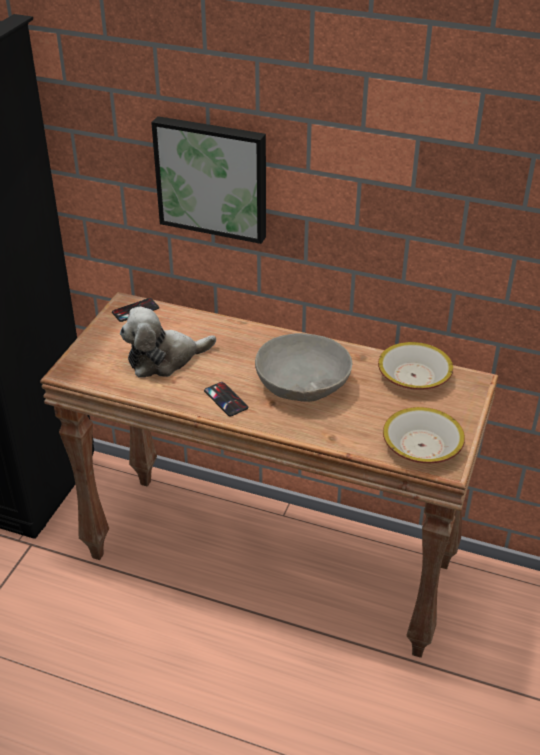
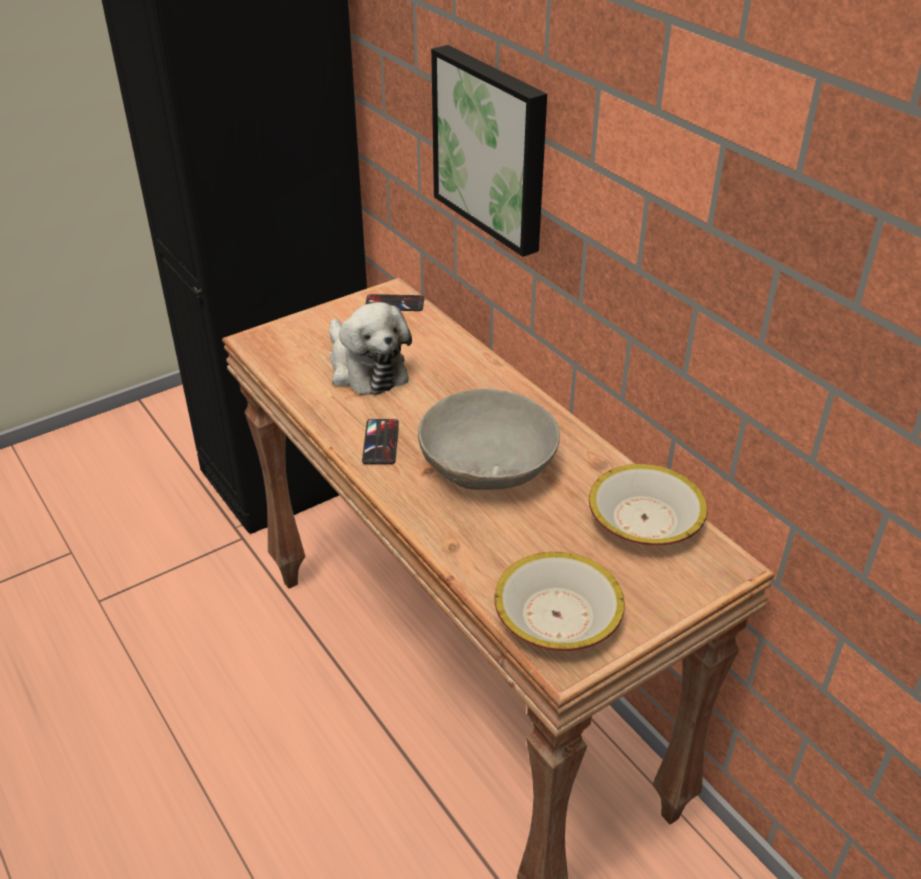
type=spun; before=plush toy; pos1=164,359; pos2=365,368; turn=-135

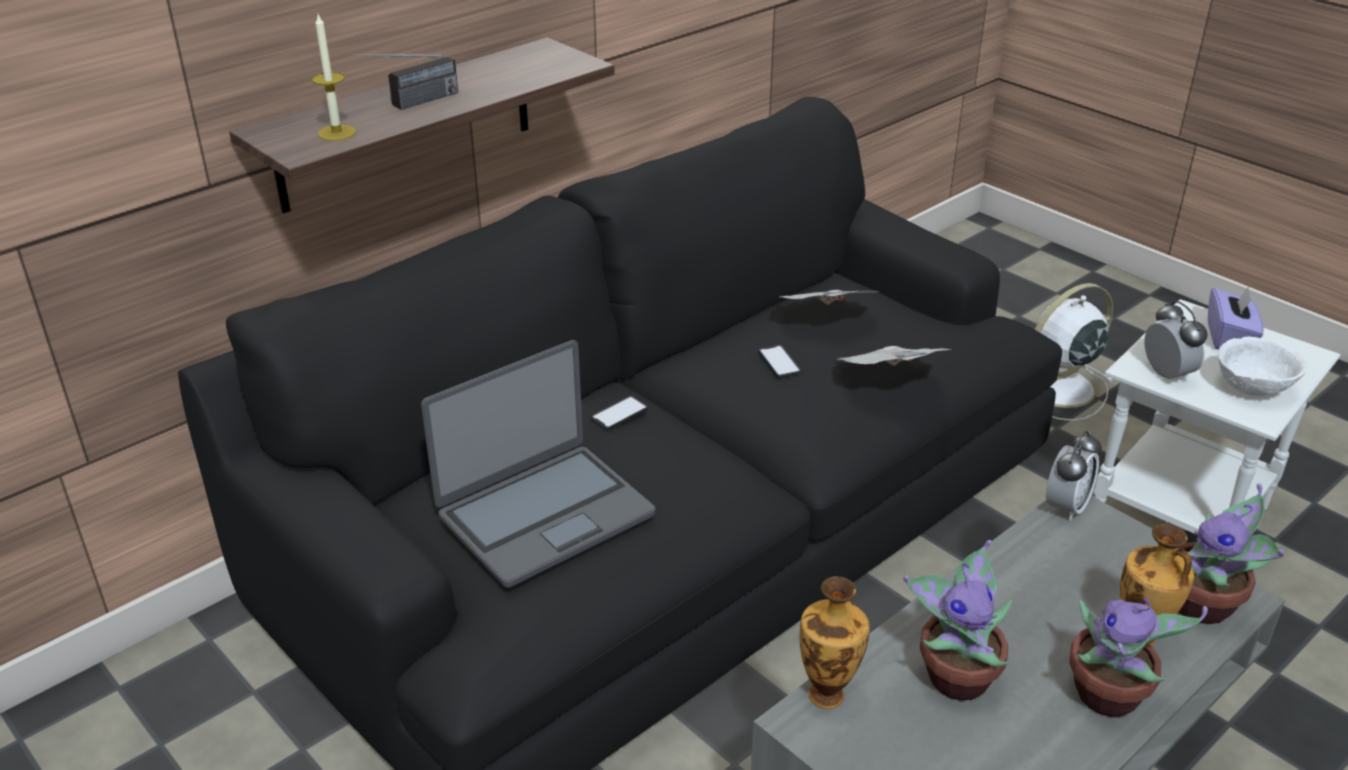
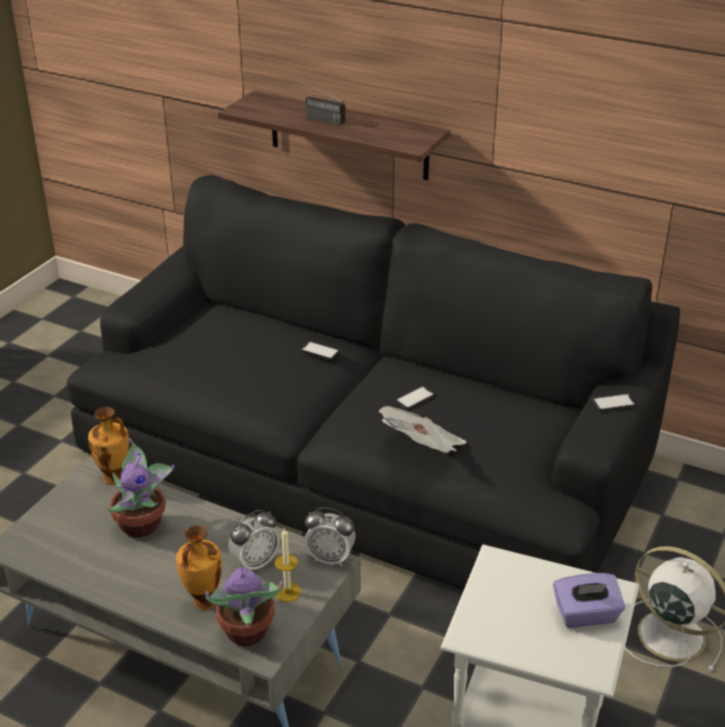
type=relocated; before=candle; pos1=337,133; pos2=287,592
type=missing; before=newspaper; pos1=825,318
type=relocated; before=alarm clock; pos1=1167,374; pos2=255,562
type=missing; before=bowl/white; pos1=1253,388
type=missing; before=laptop; pos1=544,515
type=missing; before=potted plant; pos1=1108,698
type=appeared; after=phone; pos2=613,403

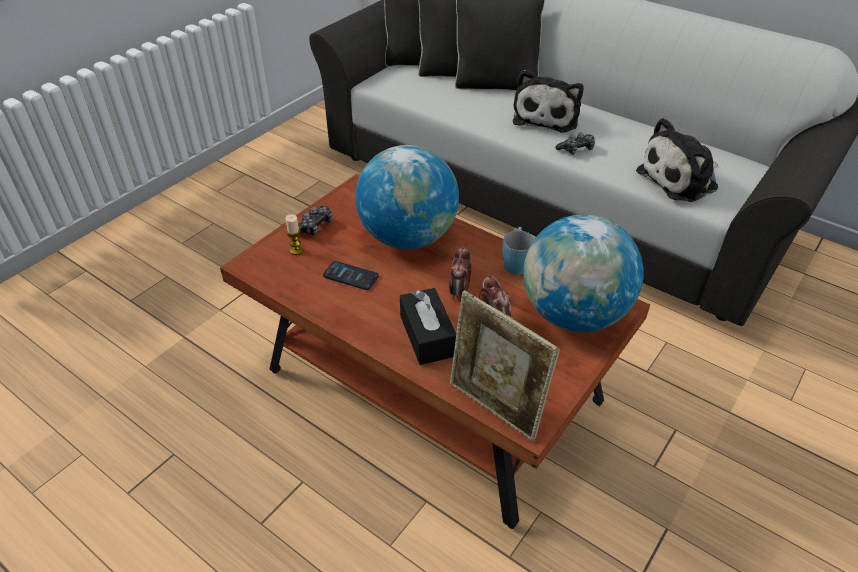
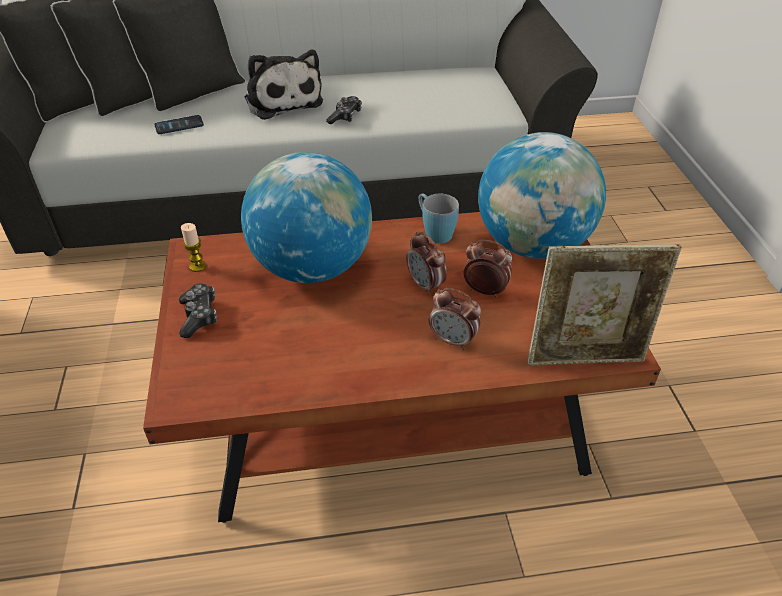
type=missing; before=plush toy; pos1=681,180
type=relocated; before=candle; pos1=296,250; pos2=197,266
type=relocated; before=phone; pos1=351,276; pos2=179,125
type=exchanged; before=tissue box/black; after=alarm clock; pos1=427,336; pos2=453,340

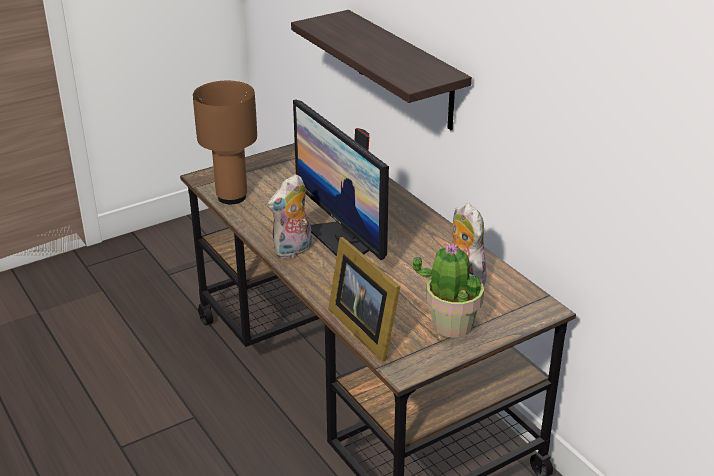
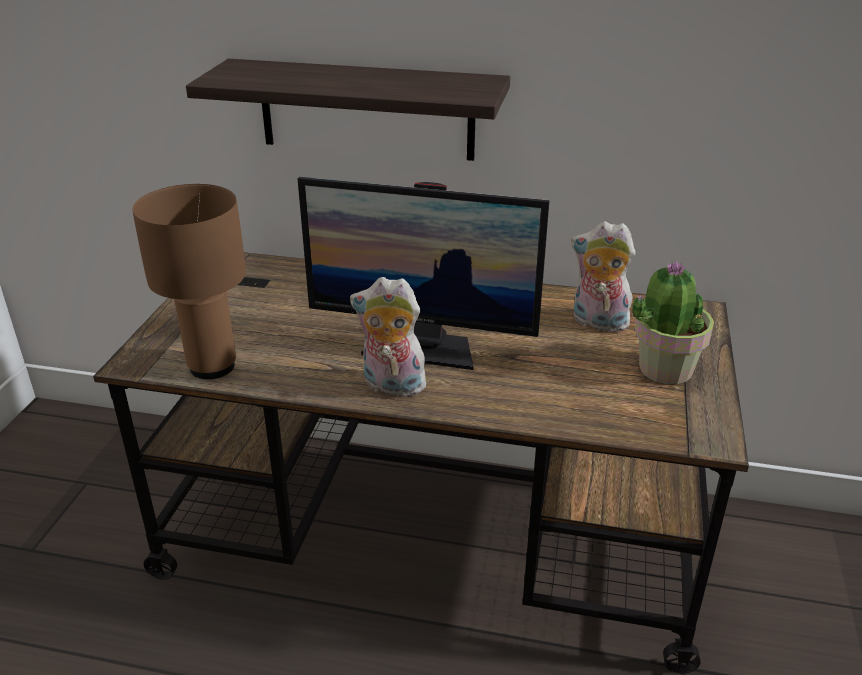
type=spun; before=plush toy; pos1=293,250; pos2=391,386; turn=105
type=missing; before=picture frame; pos1=365,328

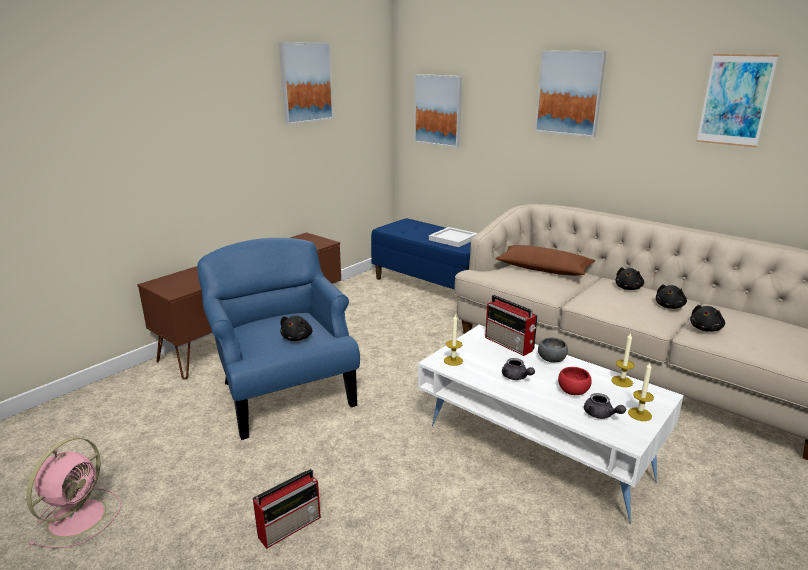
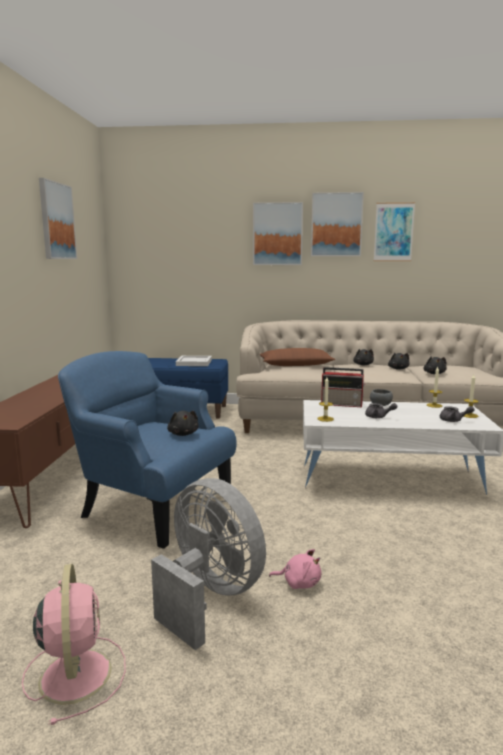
type=relocated; before=picture; pos1=438,110; pos2=336,225
type=missing; before=bowl/red; pos1=573,391
type=exchanged; before=radio; after=plush toy/pink; pos1=290,526; pos2=299,582
type=appeared; after=fan/grey; pos2=209,596

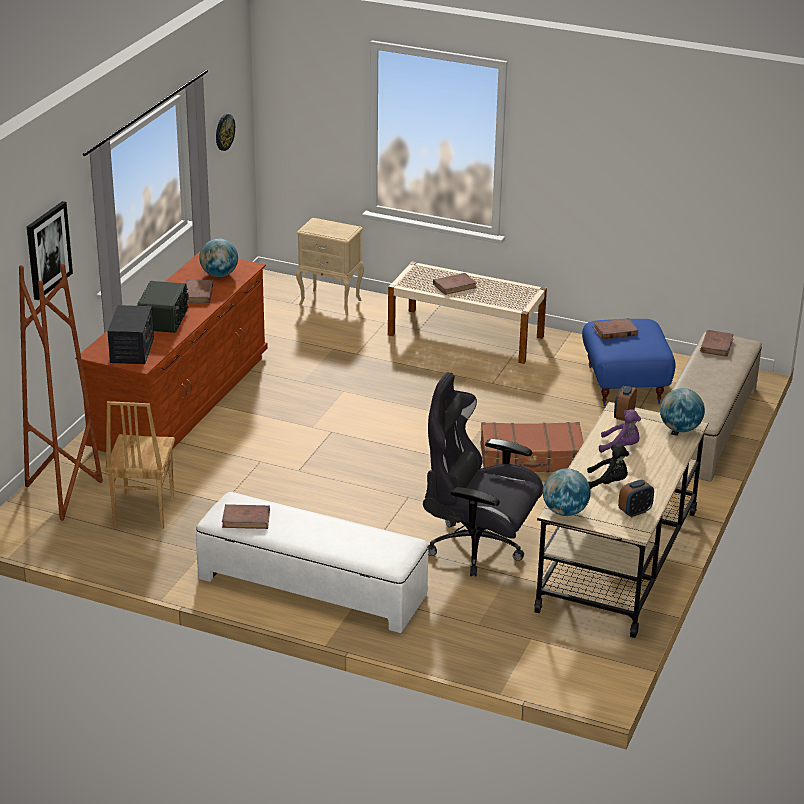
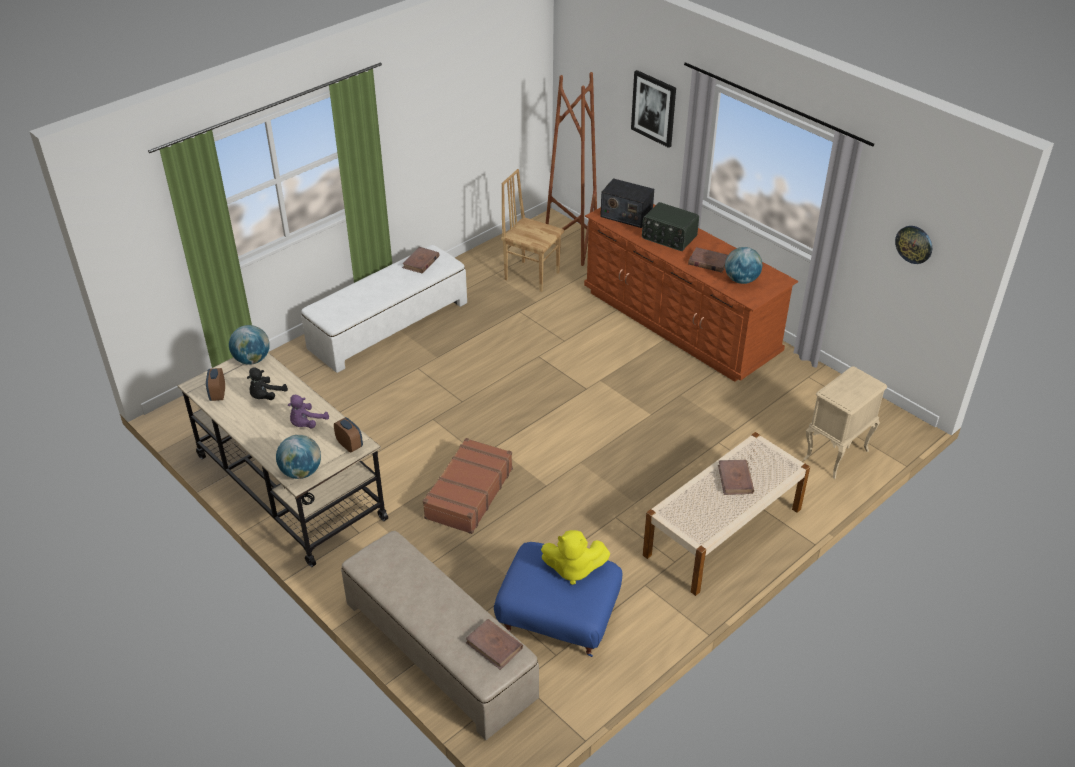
type=exchanged; before=book/brown; after=plush toy/yellow; pos1=615,331; pos2=573,569
type=missing; before=office chair/black; pos1=481,549

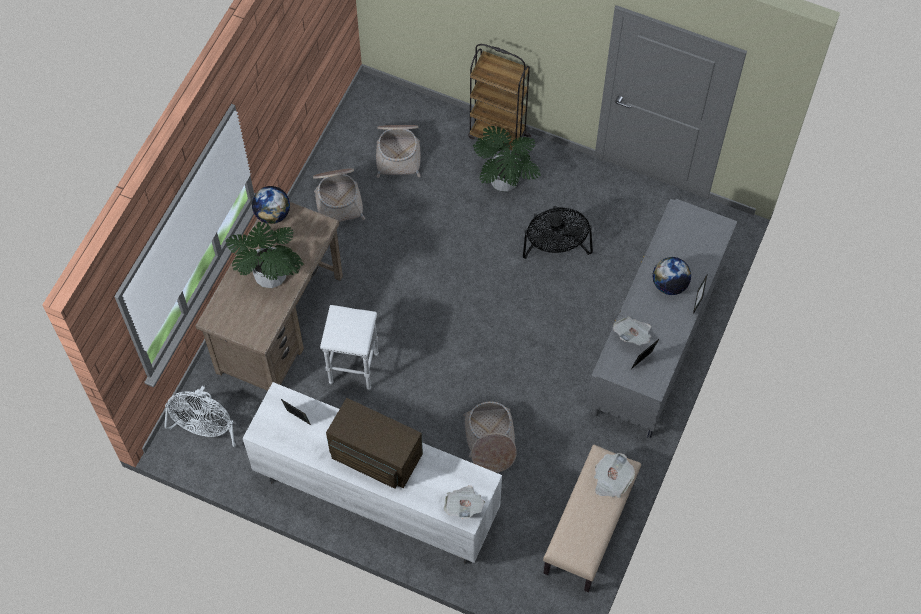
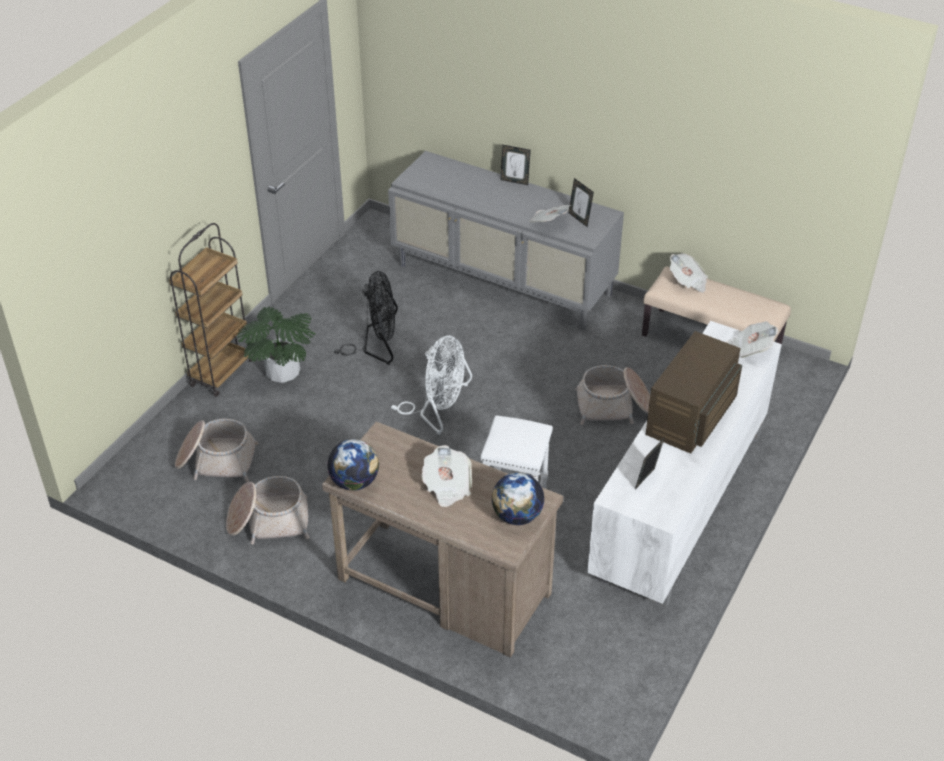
type=exchanged; before=potted plant; after=newspaper; pos1=270,275; pos2=447,486
type=relocated; before=globe; pos1=669,284; pos2=517,516
type=relocated; before=fan/white; pos1=204,424; pos2=437,407

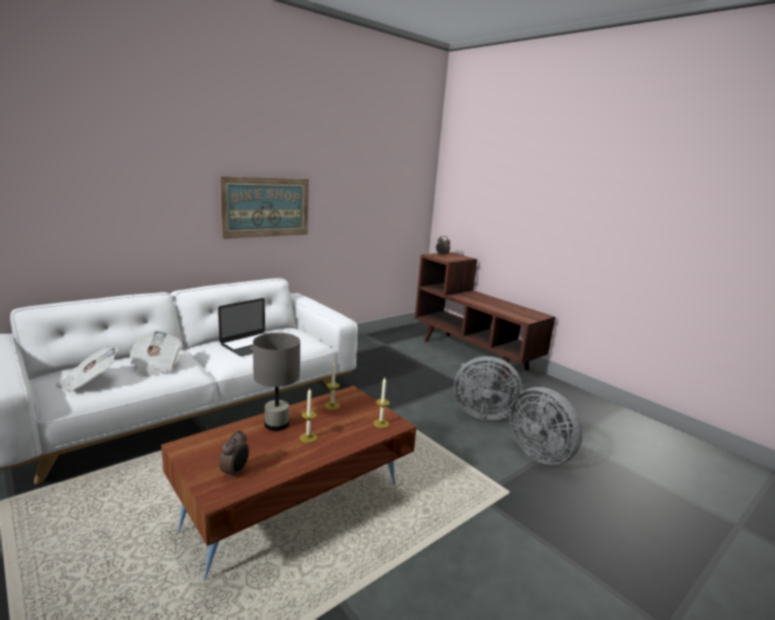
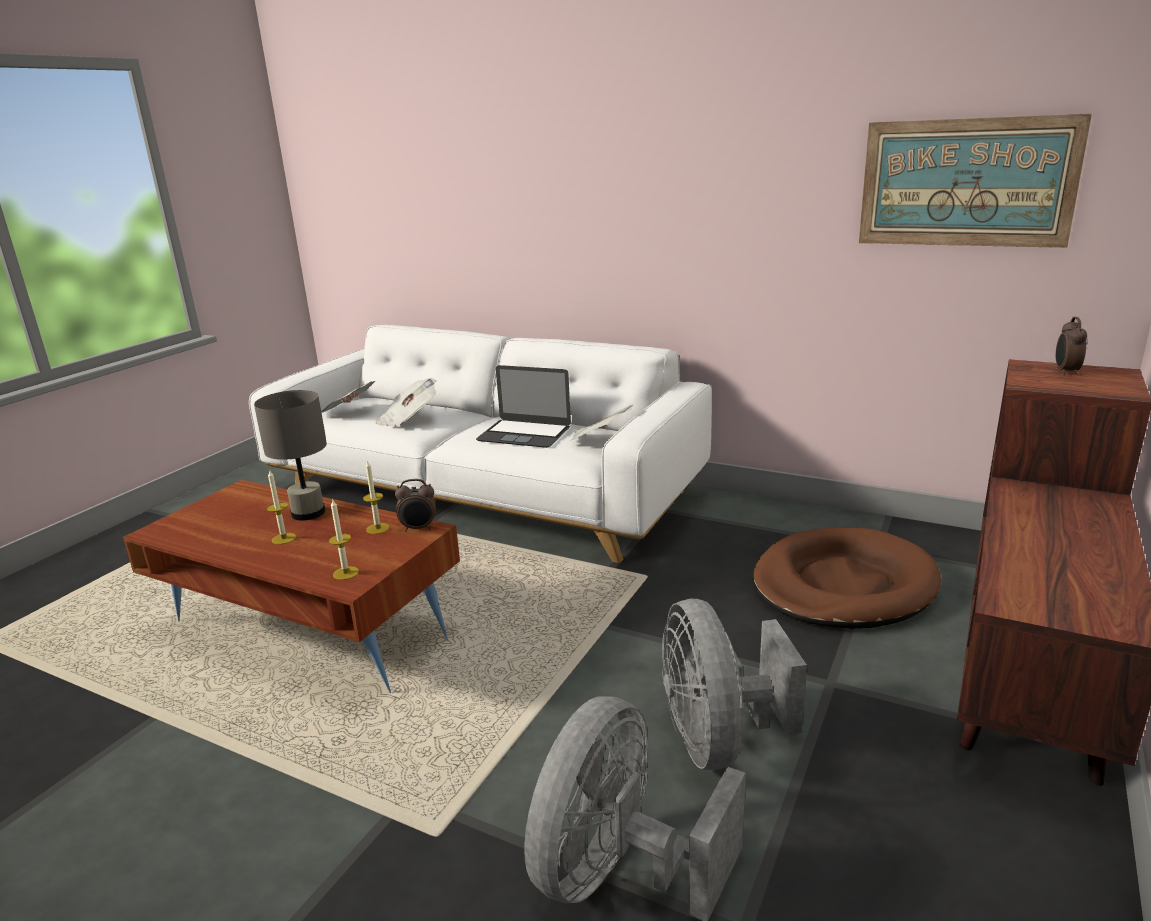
type=relocated; before=picture; pos1=266,207; pos2=966,183
type=relocated; before=alarm clock; pos1=235,472; pos2=418,528
type=appeared; after=newspaper; pos2=600,440
type=appeared; after=dog bed/brown; pos2=843,585

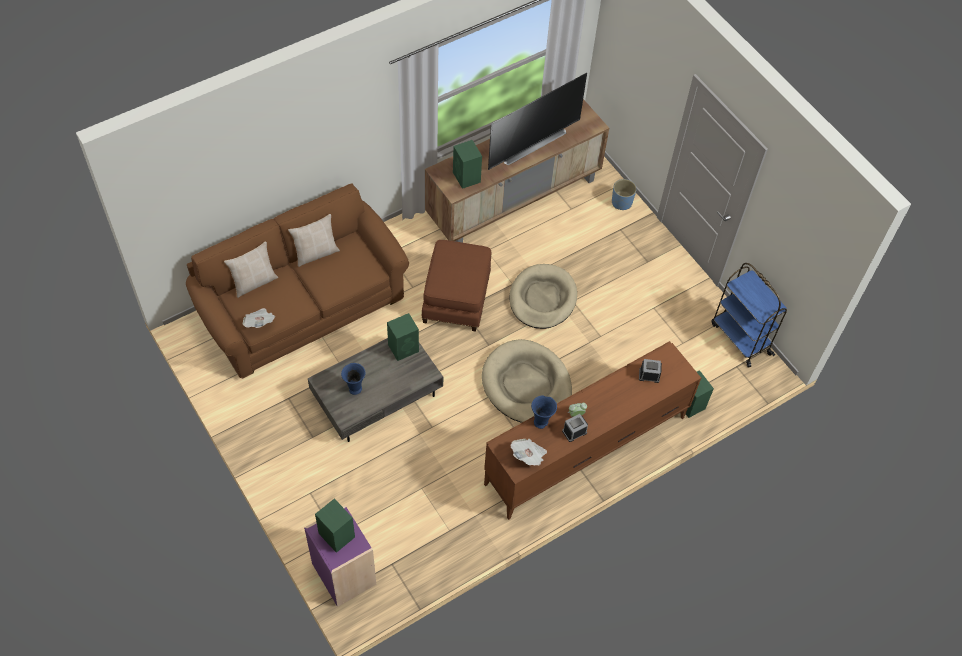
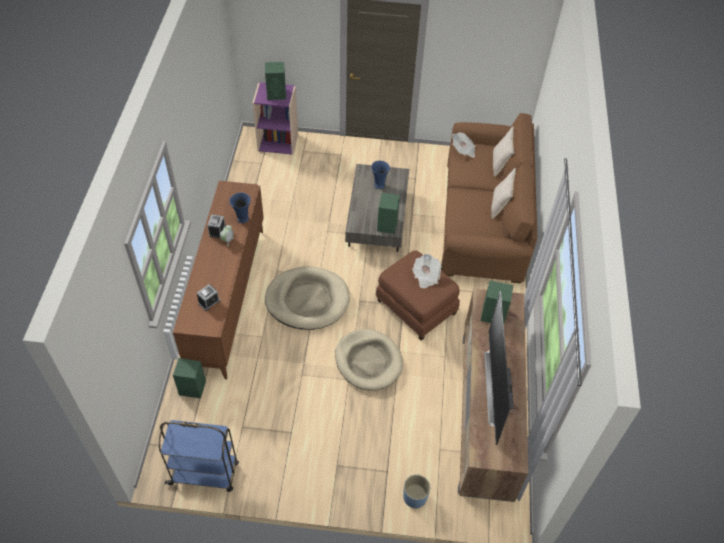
type=relocated; before=newspaper; pos1=528,456; pos2=426,276

